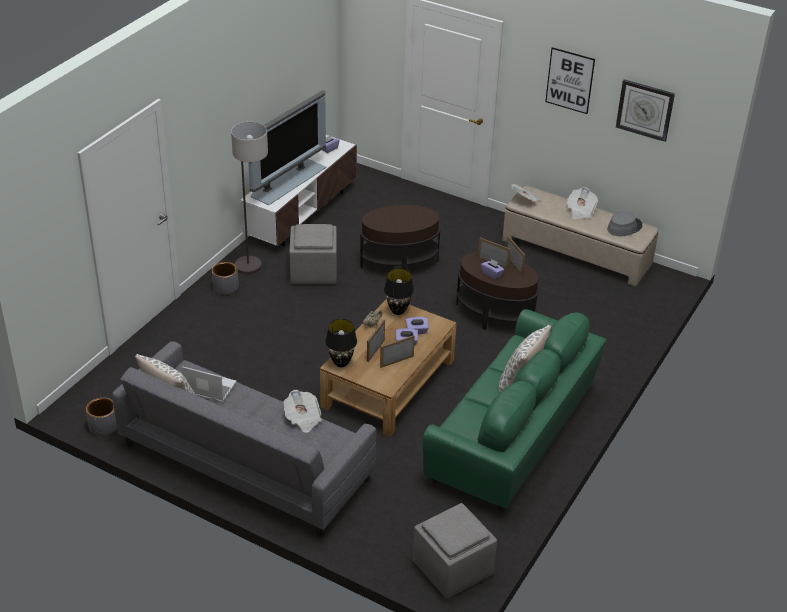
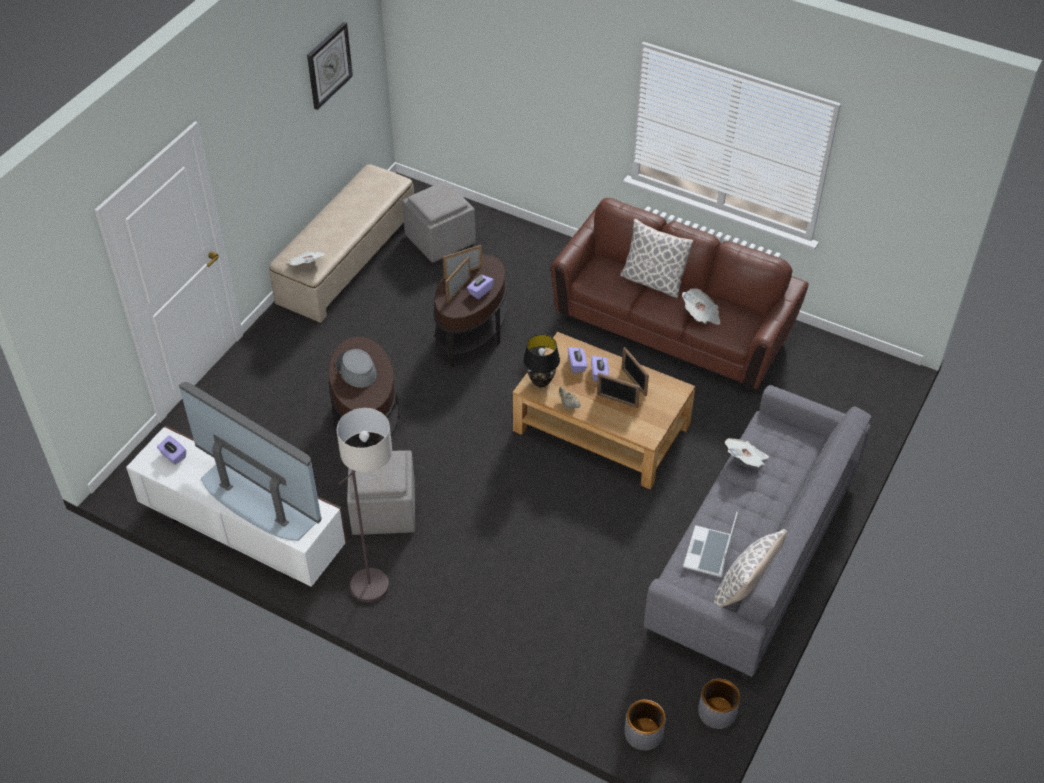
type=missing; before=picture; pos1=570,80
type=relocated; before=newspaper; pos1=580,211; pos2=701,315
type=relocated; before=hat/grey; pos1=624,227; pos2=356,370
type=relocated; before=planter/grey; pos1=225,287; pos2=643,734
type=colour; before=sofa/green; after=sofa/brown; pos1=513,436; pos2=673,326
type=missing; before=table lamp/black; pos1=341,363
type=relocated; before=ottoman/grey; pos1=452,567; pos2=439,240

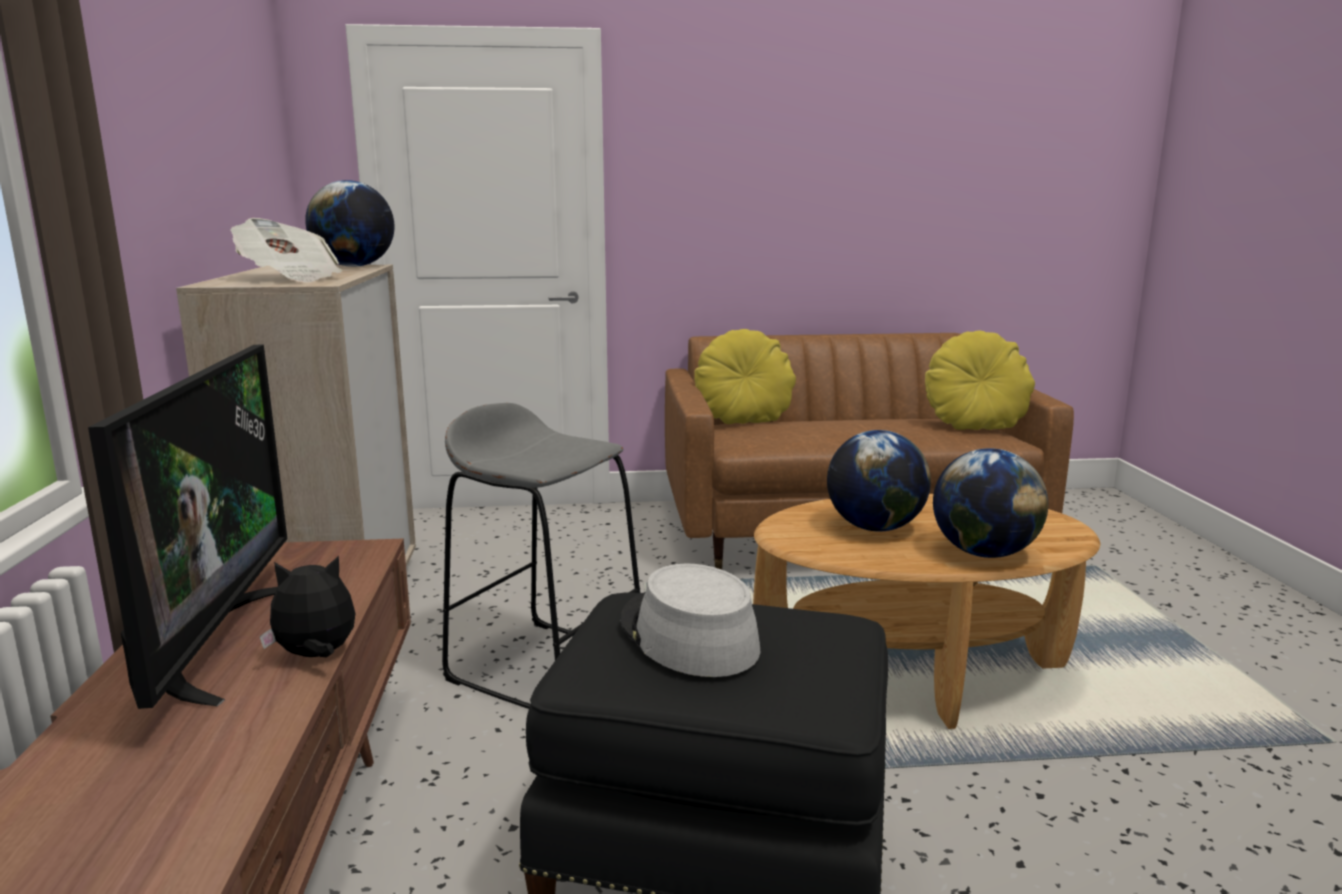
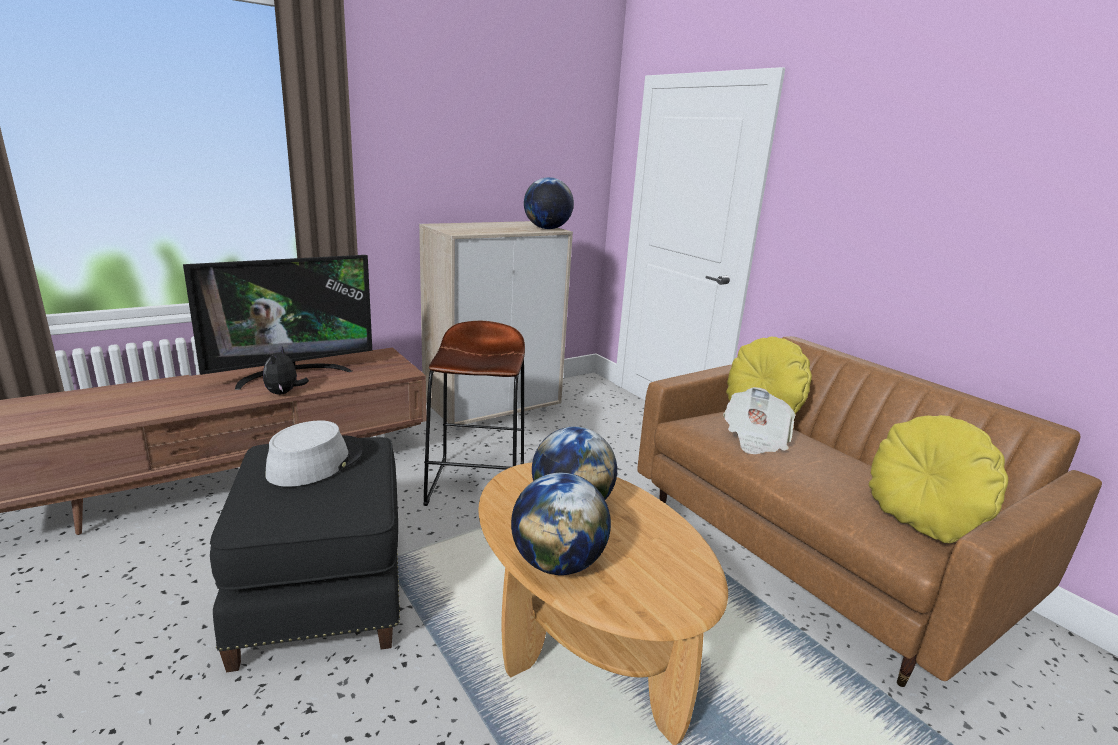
type=relocated; before=newspaper; pos1=290,278; pos2=755,439
type=colour; before=stool/grey; after=stool/brown; pos1=546,667; pos2=477,485
type=spun; before=plush toy; pos1=316,656; pos2=284,393; turn=-135

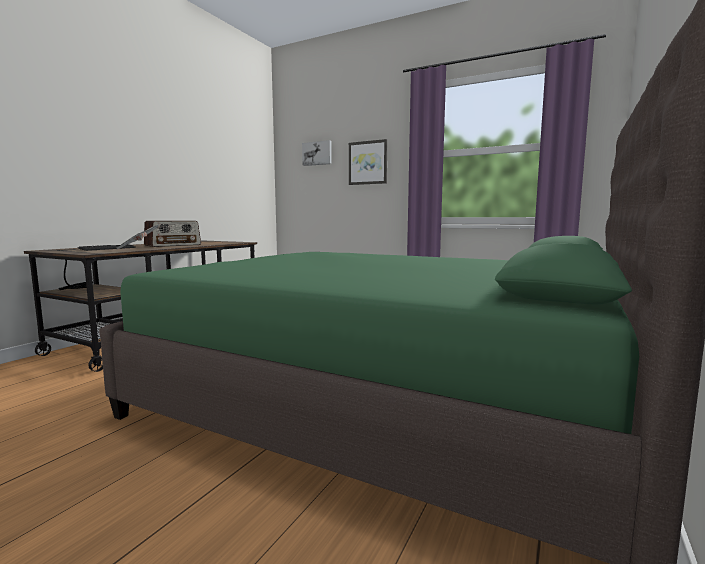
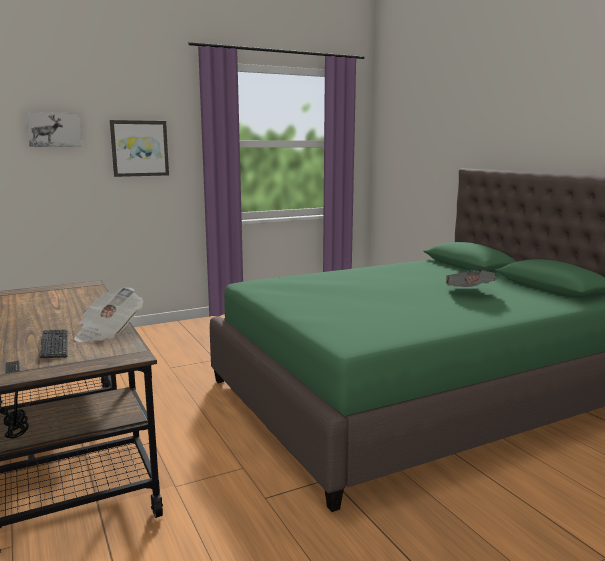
type=missing; before=radio; pos1=173,245
type=appeared; after=newspaper; pos2=468,292

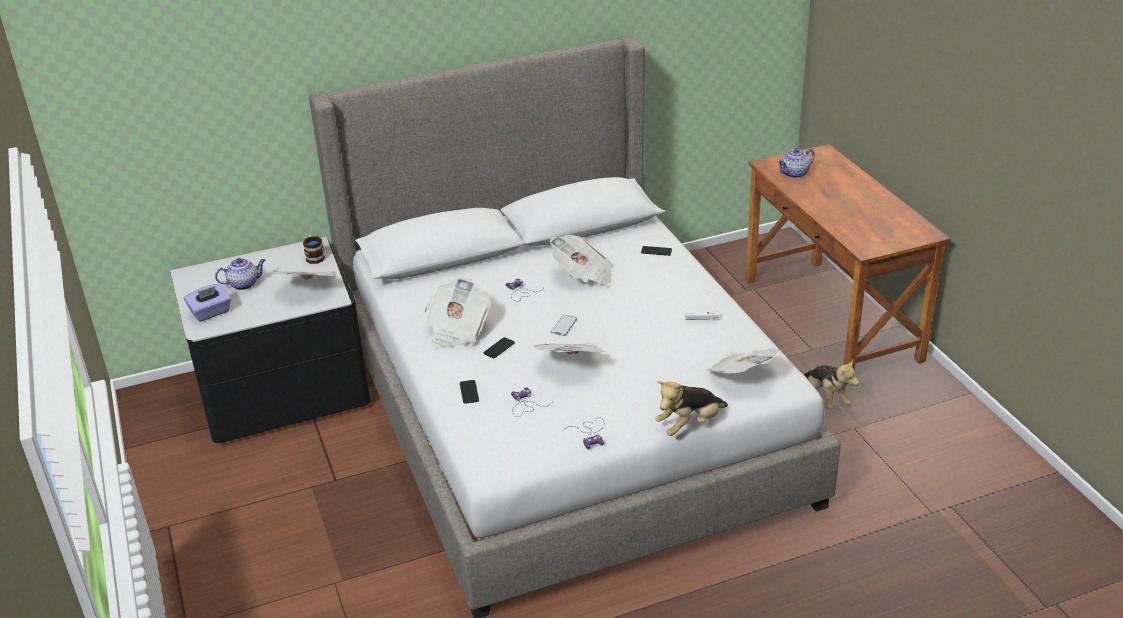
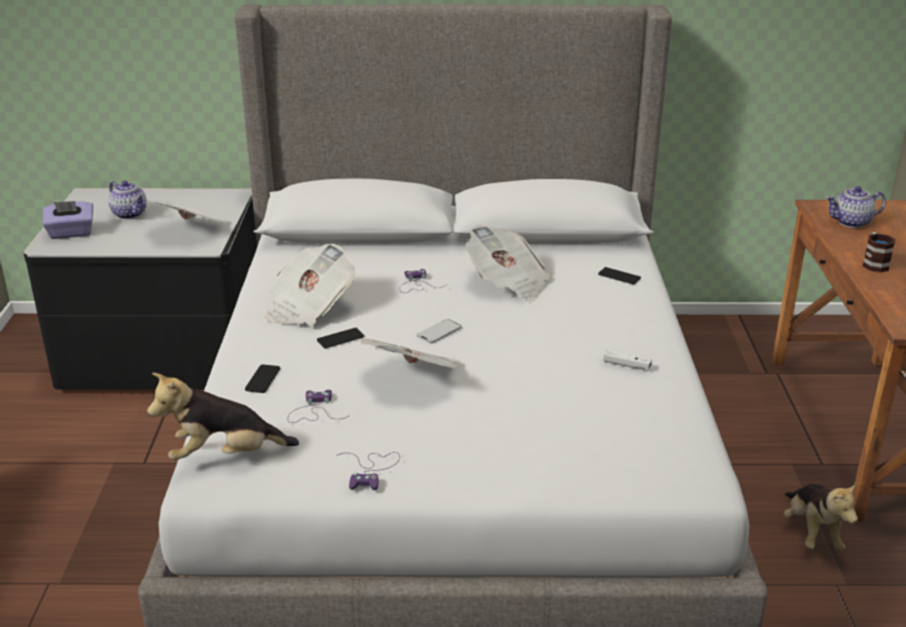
type=relocated; before=mug; pos1=314,257; pos2=873,263
type=spun; before=teapot; pos1=244,284; pos2=130,214; turn=45
type=missing; before=newspaper; pos1=742,376
type=relocated; before=plush toy; pos1=689,425; pos2=225,455

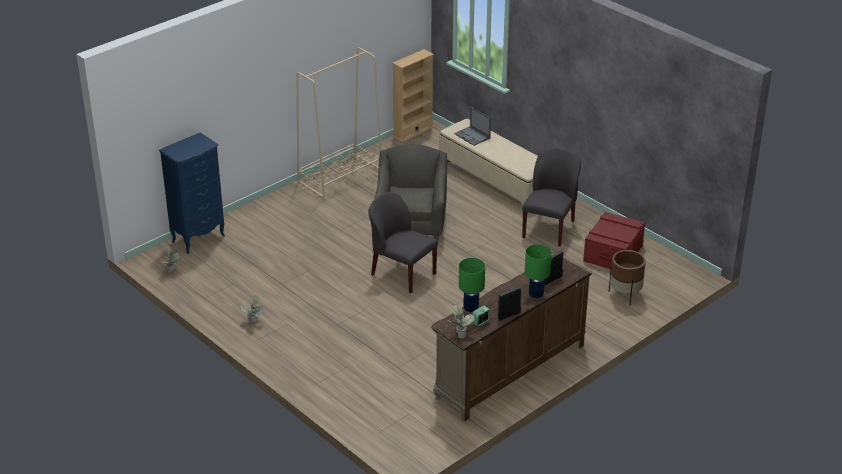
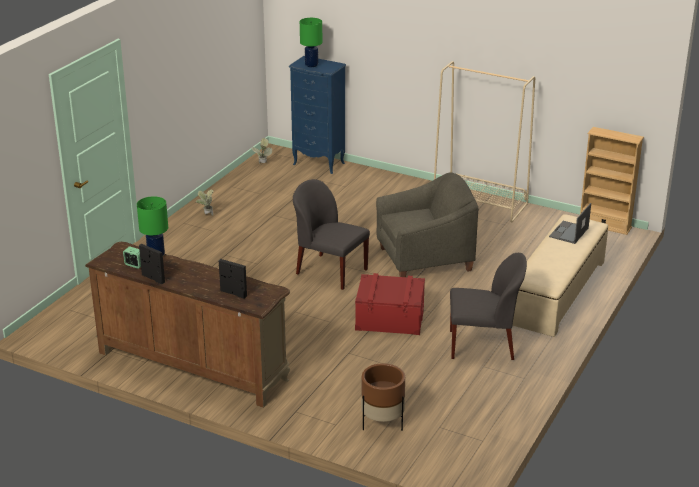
type=spun; before=chair/grey; pos1=402,274; pos2=330,271; turn=-75
type=relocated; before=storage box/red; pos1=613,253; pos2=390,318
type=relocated; before=table lamp/green; pos1=536,295; pos2=311,66
type=missing; before=potted plant; pos1=460,333

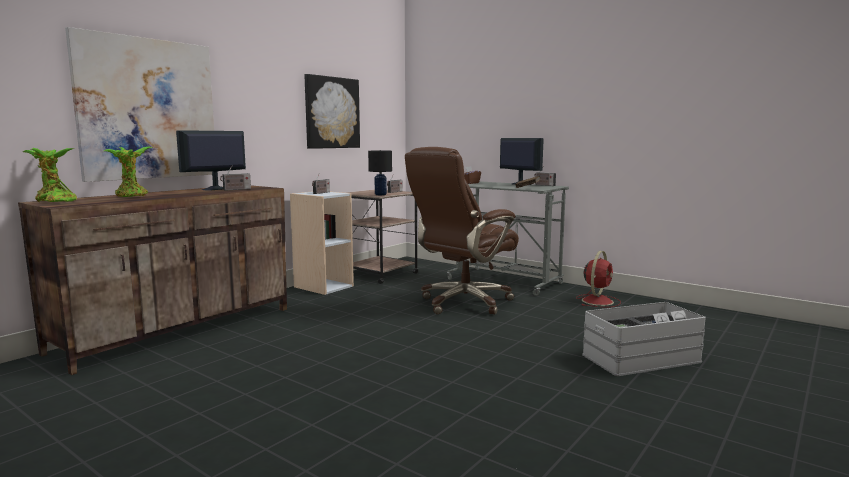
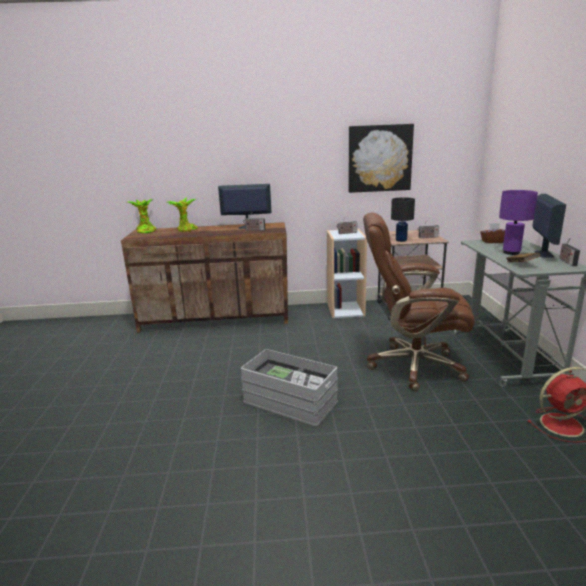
type=missing; before=picture; pos1=148,109
type=relocated; before=storage box/grey; pos1=640,357; pos2=290,401
type=appeared; after=table lamp/purple; pos2=511,252

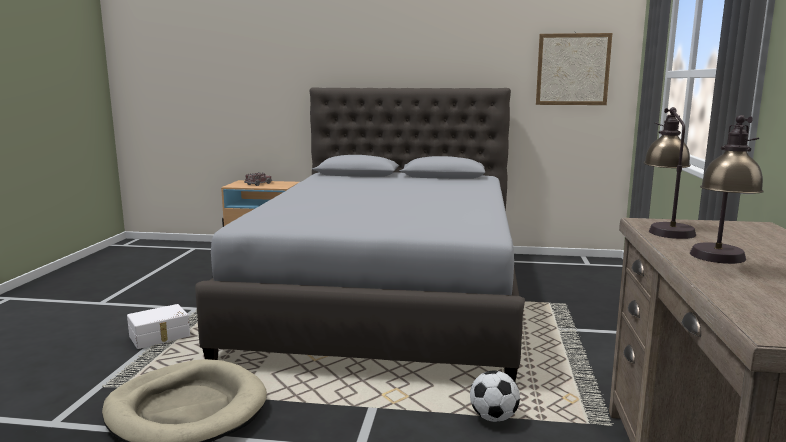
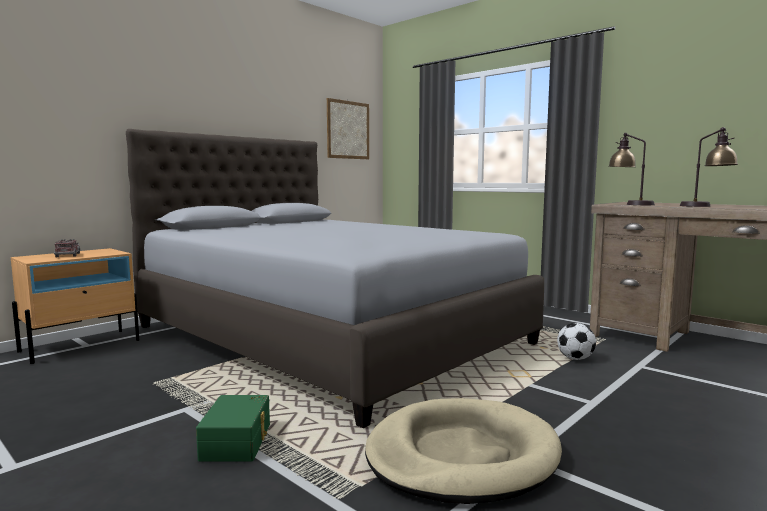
type=colour; before=storage box/white; after=storage box/green; pos1=160,337; pos2=238,441

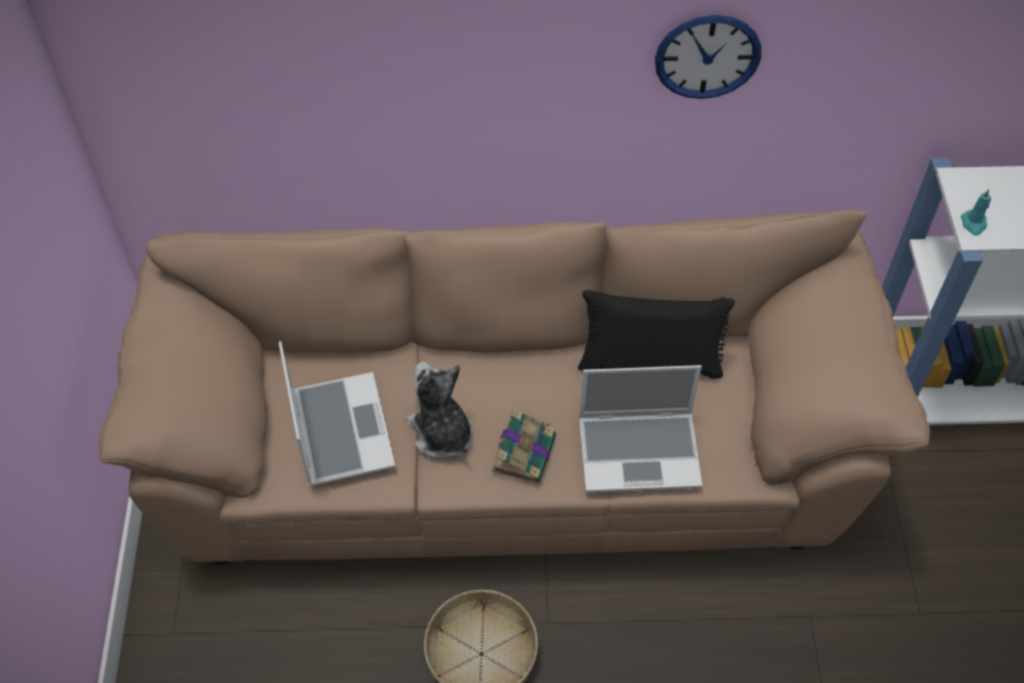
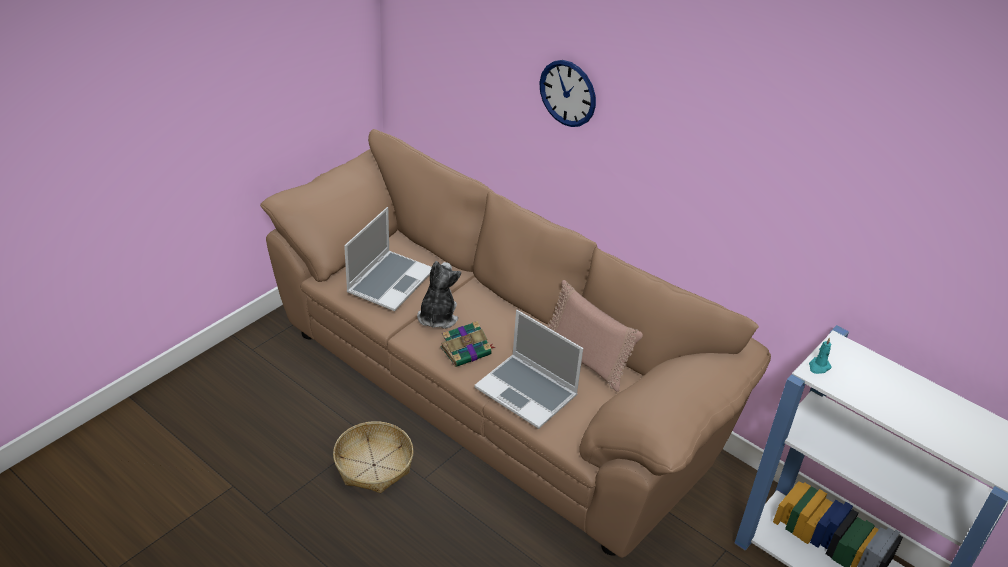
type=relocated; before=wall clock; pos1=707,56; pos2=568,93
type=colour; before=pillow/black; after=pillow/beige; pos1=650,361; pos2=586,359

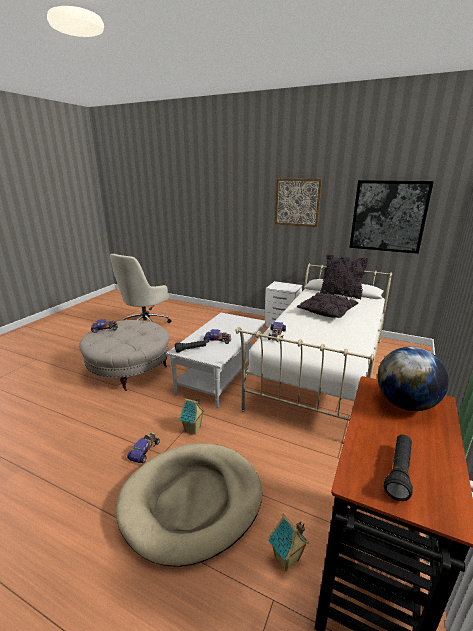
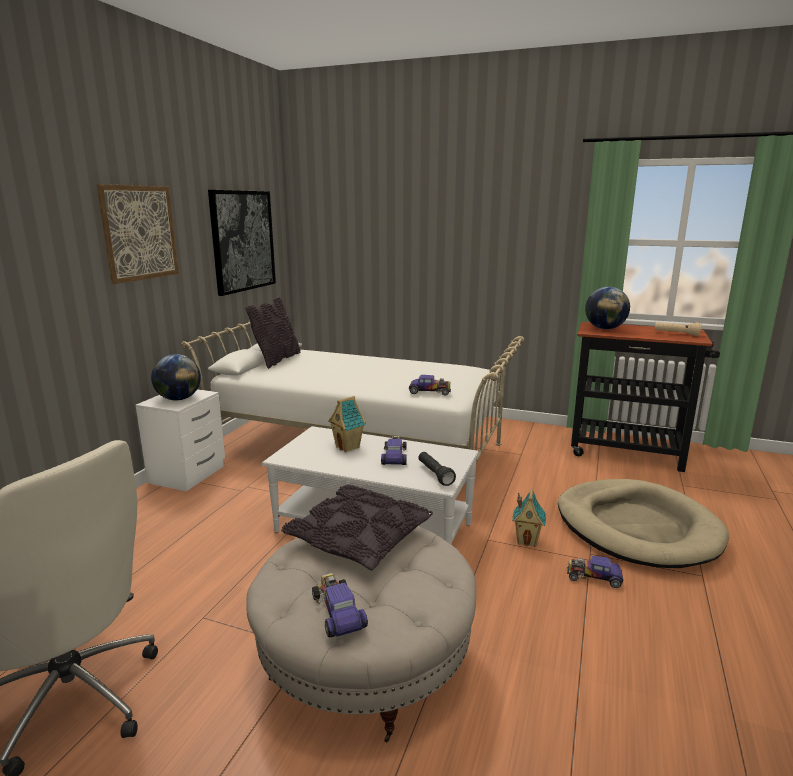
type=relocated; before=pillow/black; pos1=327,311; pos2=358,538
type=colour; before=flashlight/black; after=flashlight/beige; pos1=398,472; pos2=676,334
type=relocated; before=toy house; pos1=287,559; pos2=348,447
type=appeared; after=globe; pos2=178,399

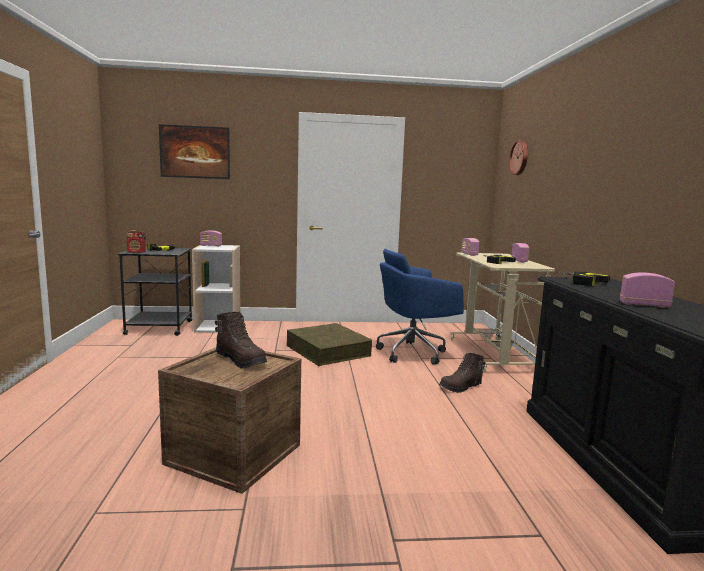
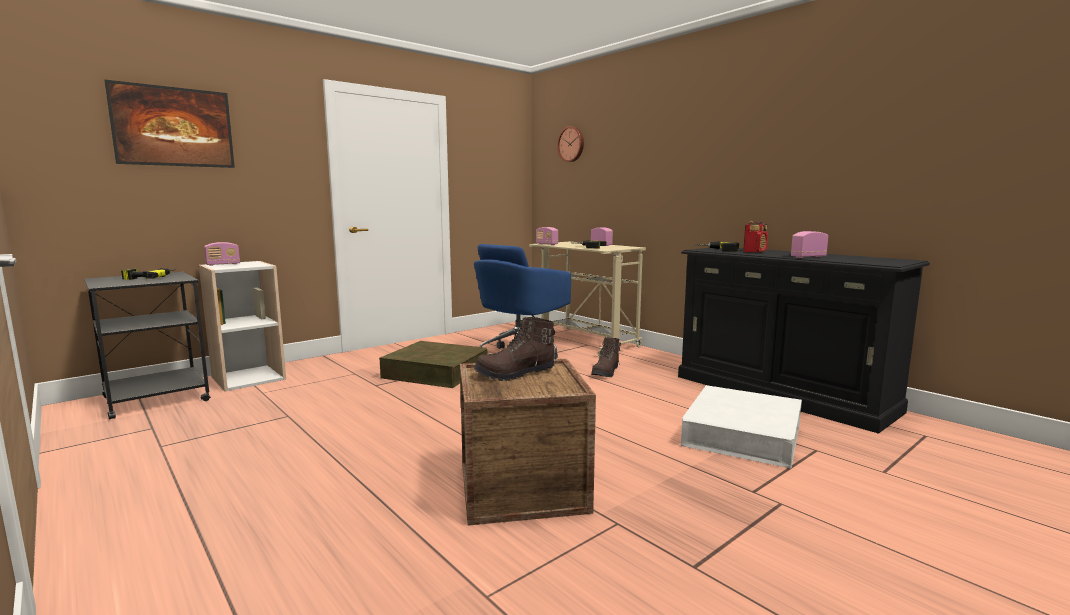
type=relocated; before=radio; pos1=136,252; pos2=755,251
type=spun; before=boot/brown; pos1=241,360; pos2=515,374; turn=150
type=appeared; after=storage box/white; pos2=742,435

